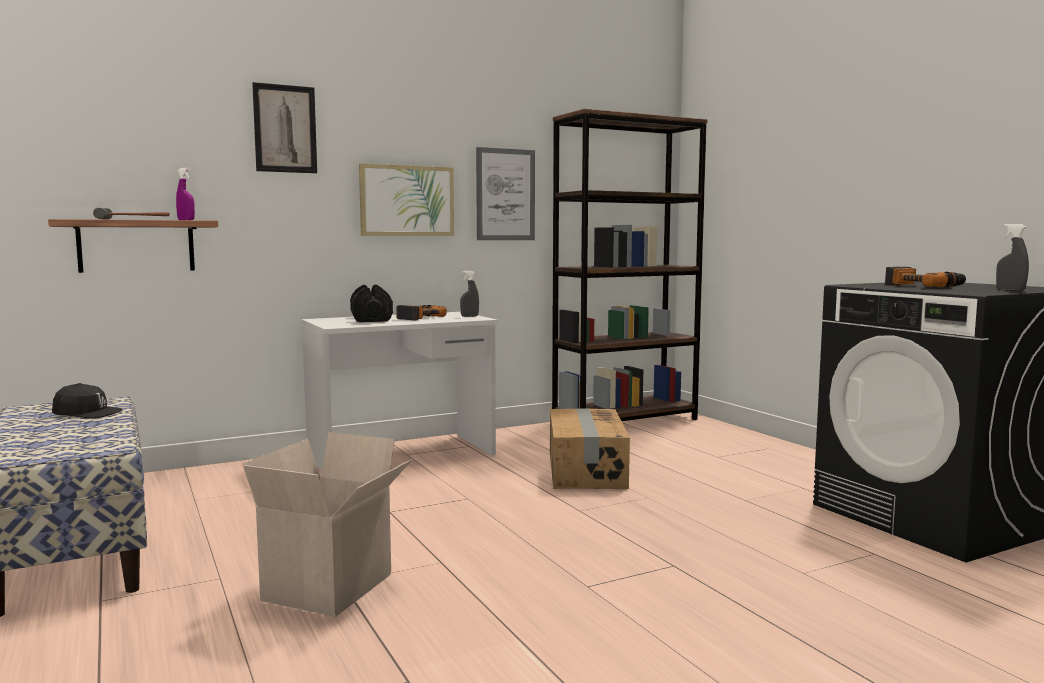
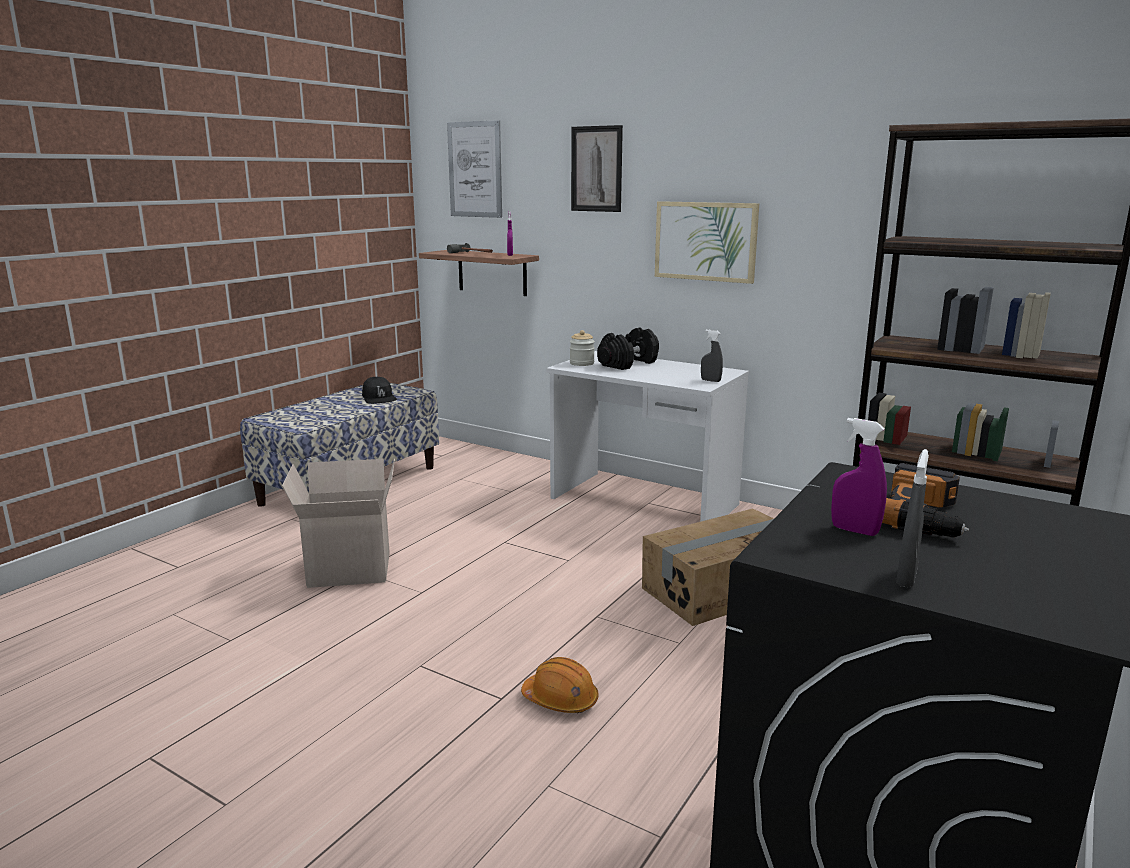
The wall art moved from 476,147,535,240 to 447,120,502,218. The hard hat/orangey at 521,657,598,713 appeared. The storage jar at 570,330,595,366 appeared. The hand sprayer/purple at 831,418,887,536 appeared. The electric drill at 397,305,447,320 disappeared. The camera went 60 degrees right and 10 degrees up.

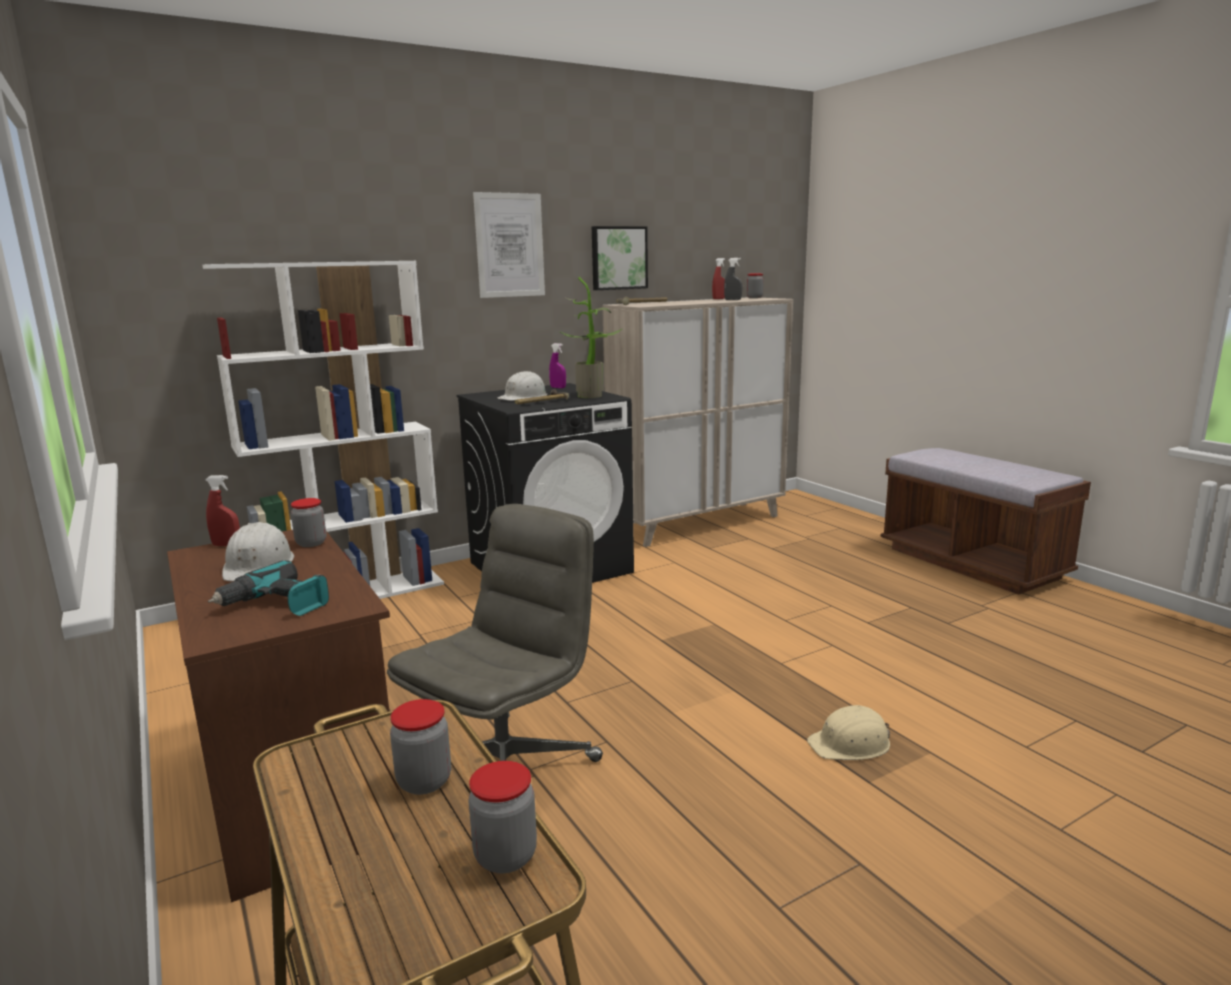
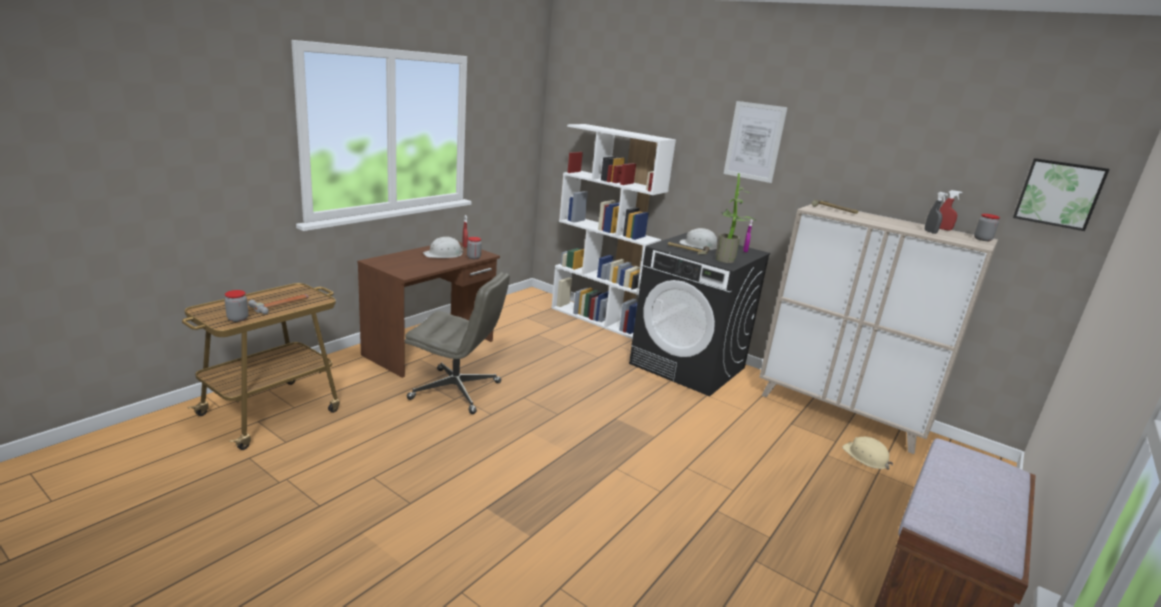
The storage jar at 390,699,451,795 was replaced by the tool hammer at 248,294,309,314. The hard hat/beige moved from 807,705,890,760 to 842,437,893,470. The wall art moved from 592,226,648,290 to 1013,158,1110,231. The electric drill at 208,560,329,616 disappeared. The camera went 65 degrees right and 5 degrees up.

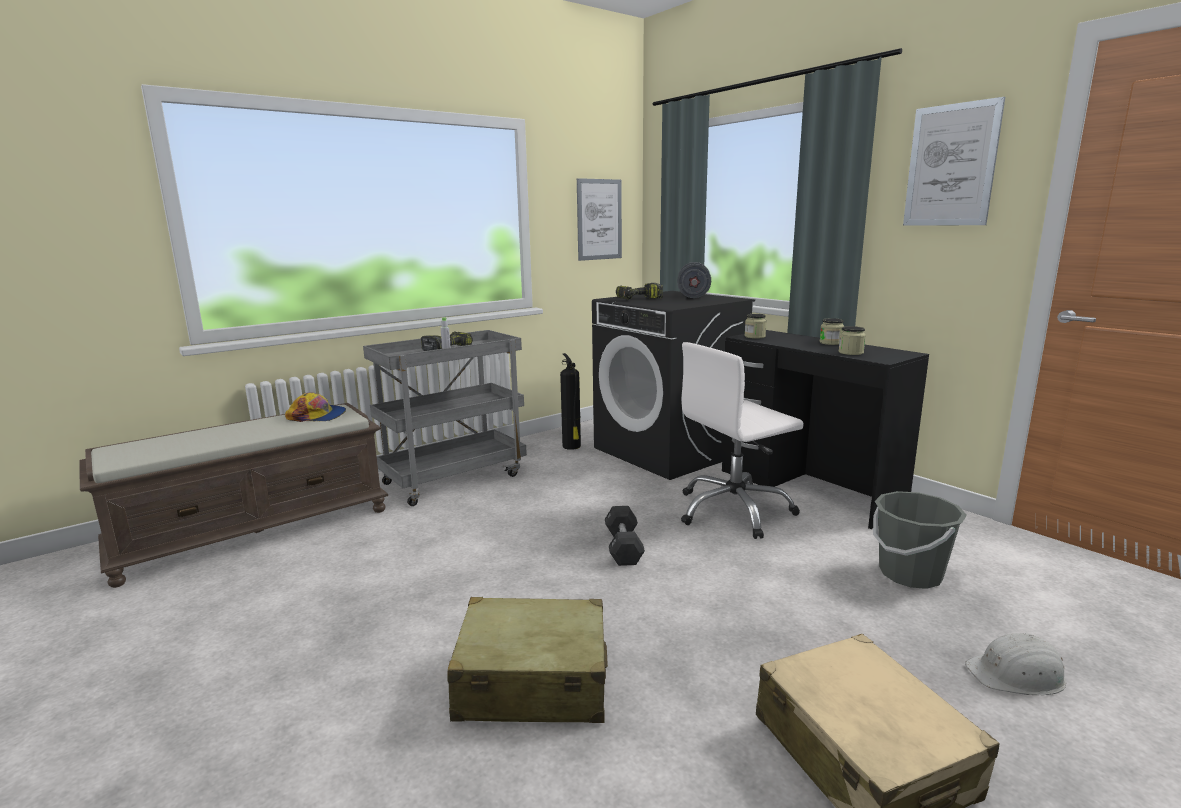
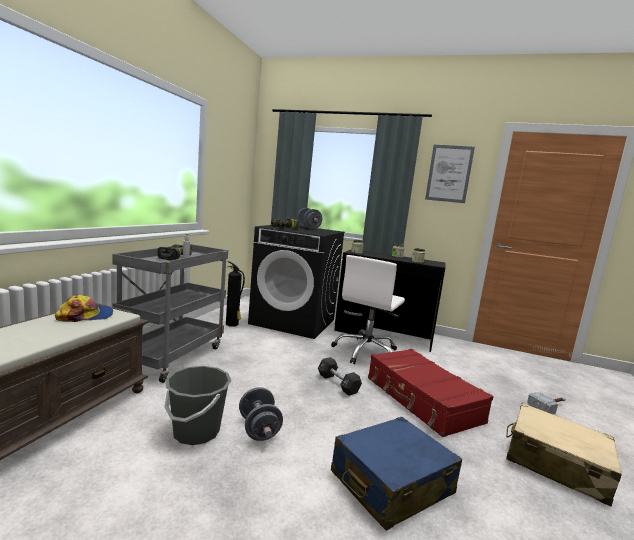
The bucket/gray moved from 873,491,967,589 to 164,366,231,445. The dumbbell/gray at 239,387,283,441 appeared. The travel case/beige at 447,597,608,723 became the travel case/bluish at 331,417,462,531. The travel case/red at 368,349,494,437 appeared. The hard hat/white at 965,633,1066,695 was replaced by the tool hammer at 527,392,566,414. The wall art at 577,178,622,261 disappeared. The camera went 35 degrees left and 5 degrees down.

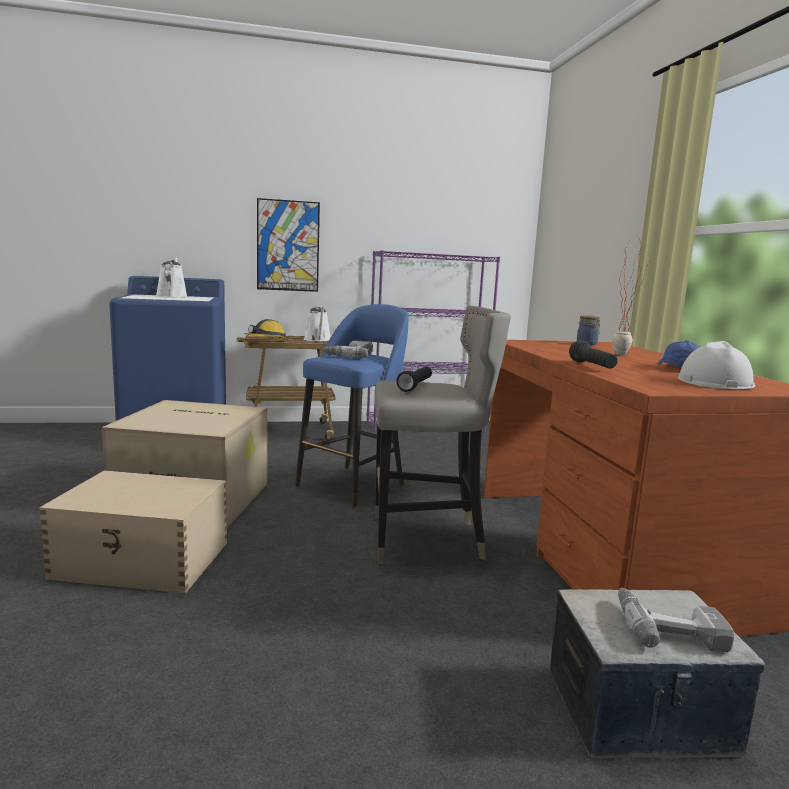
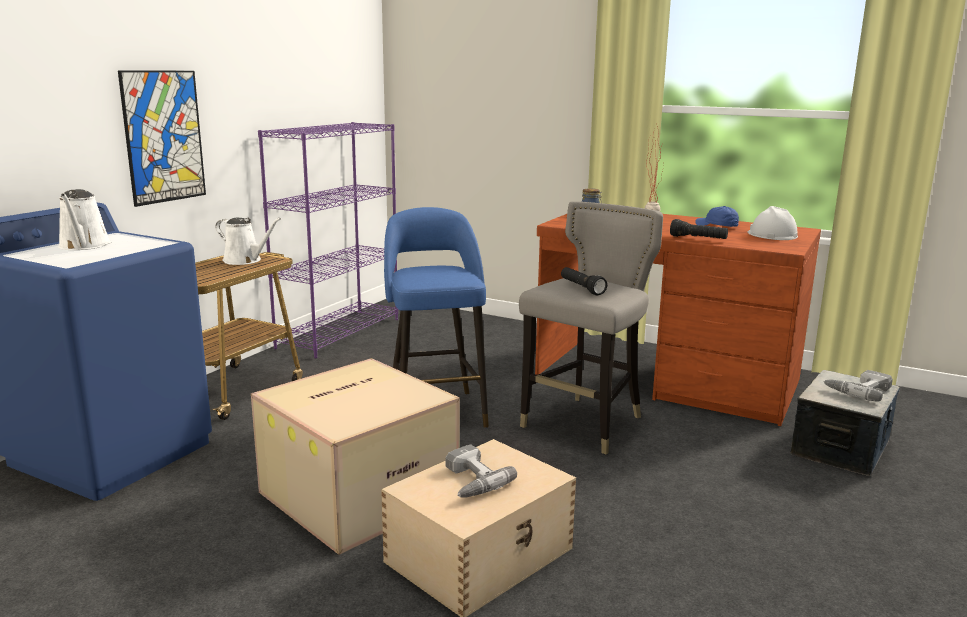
The sprinkling can/white at 156,257,187,298 turned 135 degrees counterclockwise. The electric drill moved from 322,341,373,358 to 446,445,517,498. The hard hat at 244,319,288,340 disappeared. The camera went 50 degrees left and 5 degrees up.

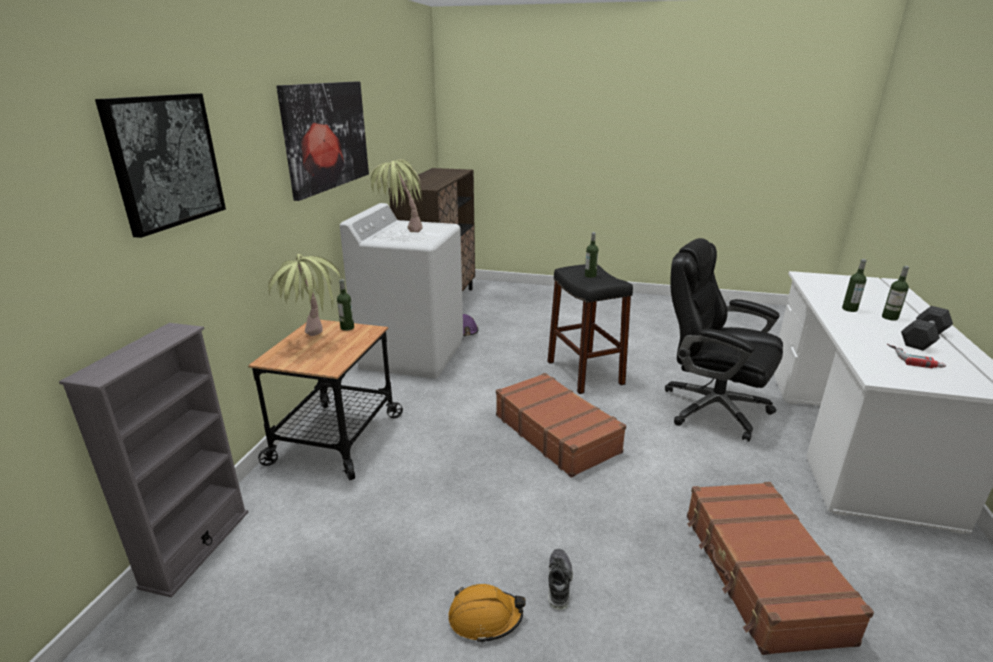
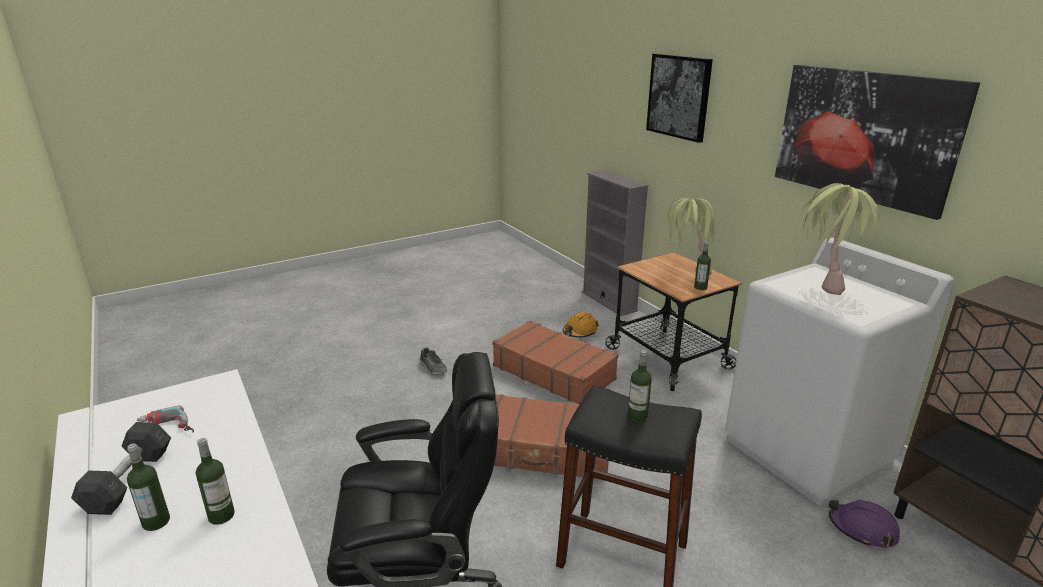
The travel case/brown-coloured moved from 687,482,874,655 to 492,321,618,404. The hard hat/orangey moved from 448,584,526,643 to 562,312,599,338. The camera went 135 degrees right and 0 degrees up.

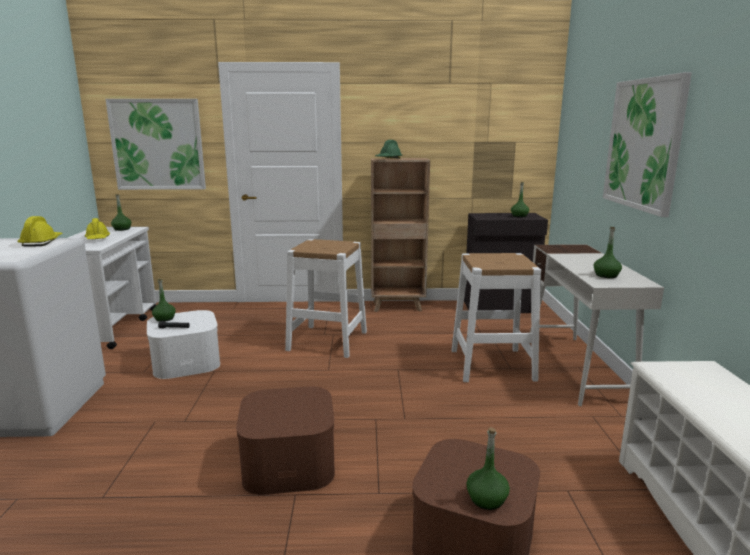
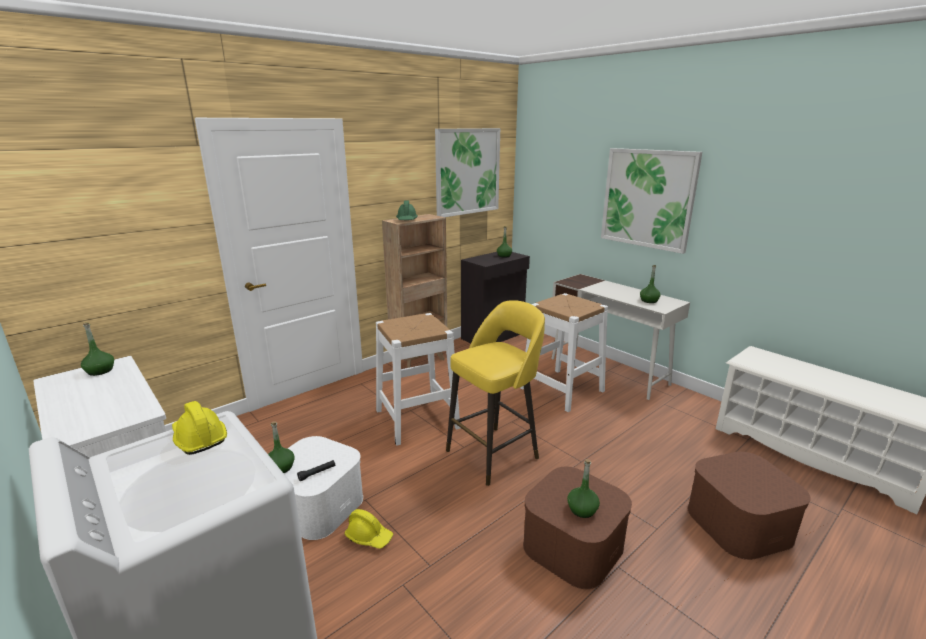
The hard hat/yellowish moved from 85,218,110,239 to 345,509,393,549. The wall art moved from 105,99,206,190 to 435,128,500,217. The sitting stool/yellowish at 446,300,545,486 appeared. The bottle/greenish moved from 466,427,510,510 to 567,459,600,518. The camera went 40 degrees left and 5 degrees up.

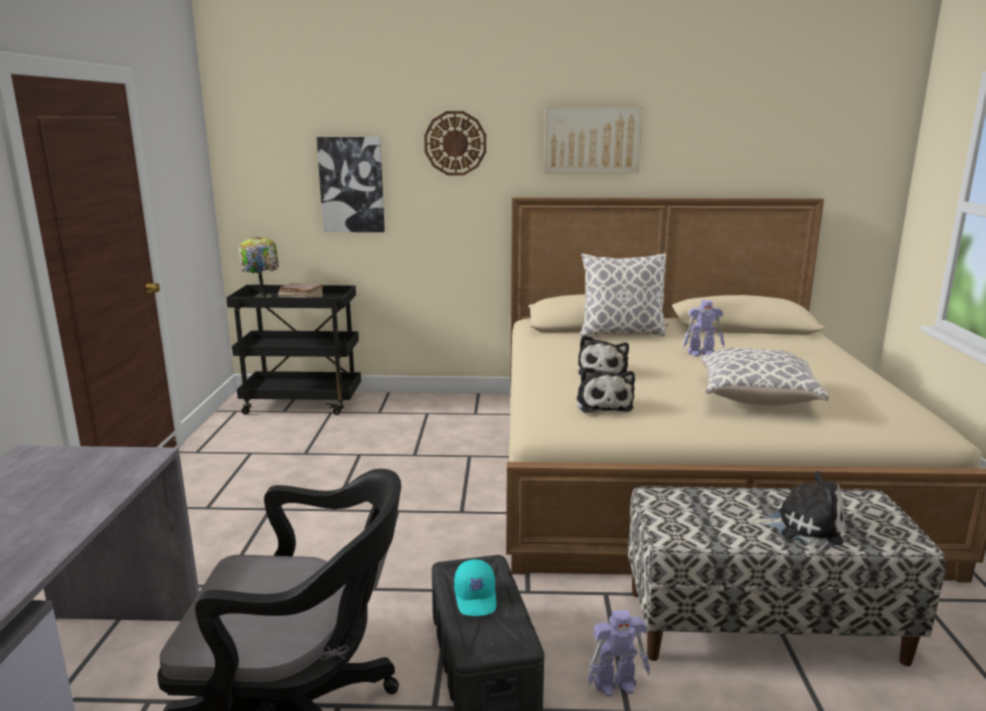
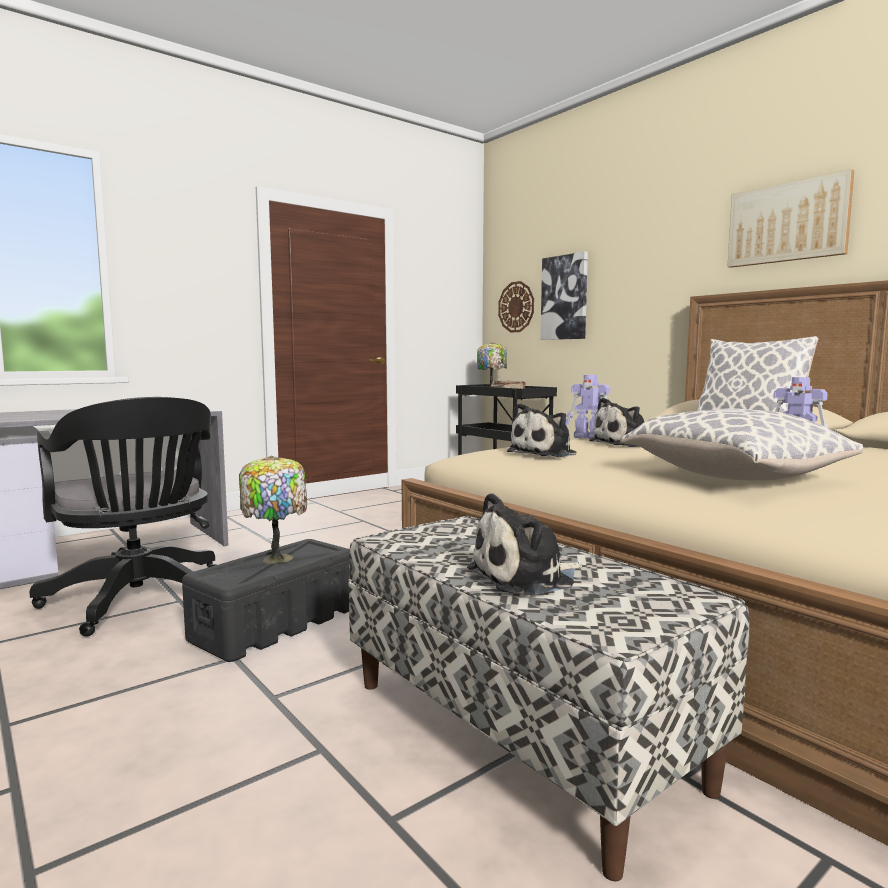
The peaked cap/turquoise-coloured at 454,559,497,616 was replaced by the lamp for a table at 239,456,307,564. The plush toy at 751,471,844,546 turned 90 degrees clockwise. The clock on the wall moved from 424,111,486,176 to 498,281,534,333. The robot figure moved from 587,609,650,697 to 565,375,610,439. The camera went 50 degrees right and 10 degrees down.

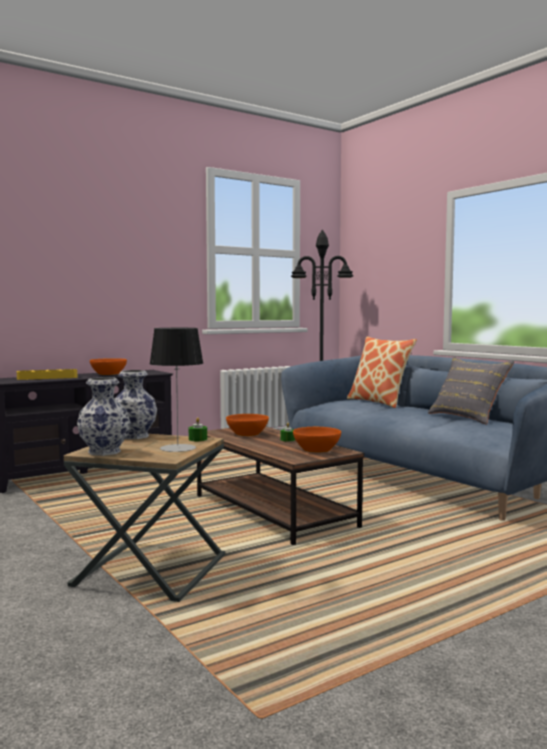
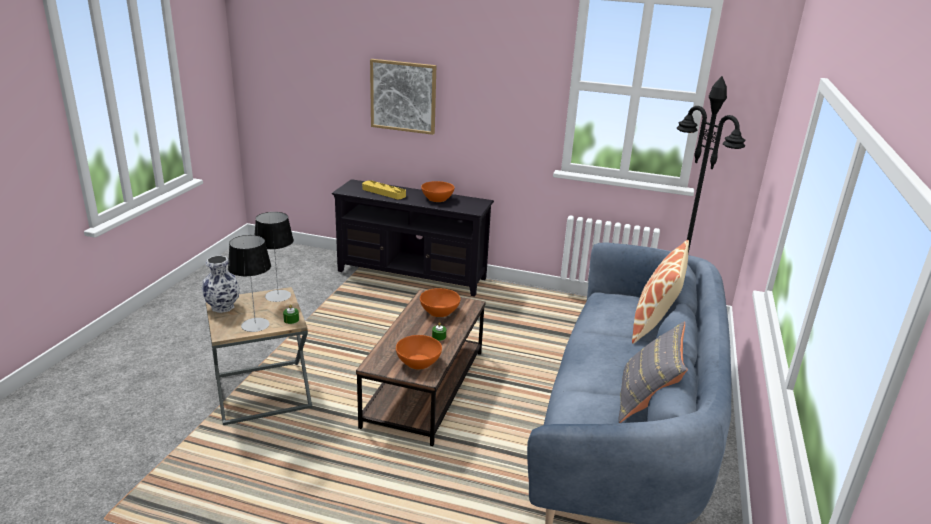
The vase at 115,370,157,439 was replaced by the lamp for a table at 255,212,294,302. The wall art at 370,59,436,135 appeared. The camera went 50 degrees right and 20 degrees up.

